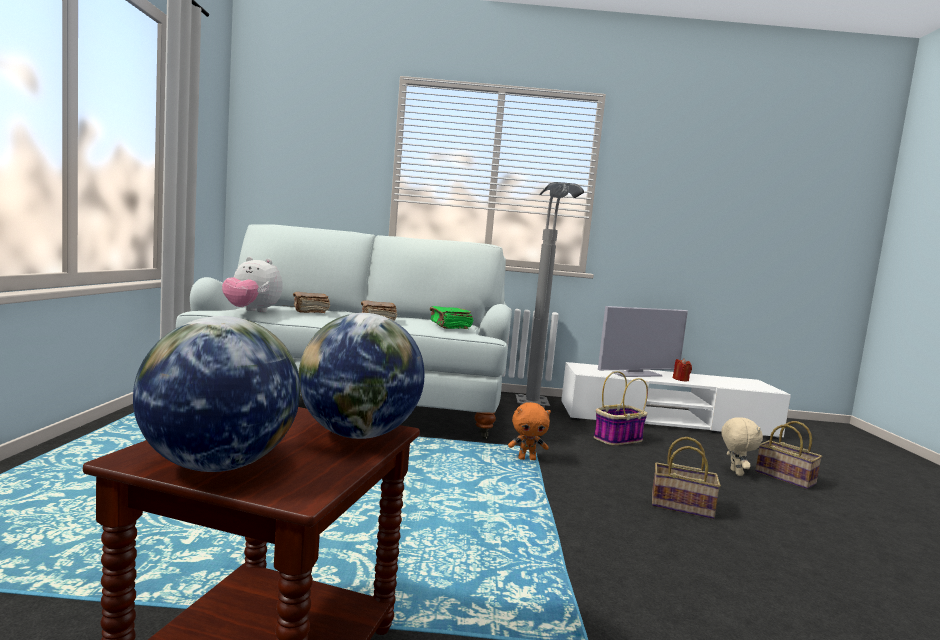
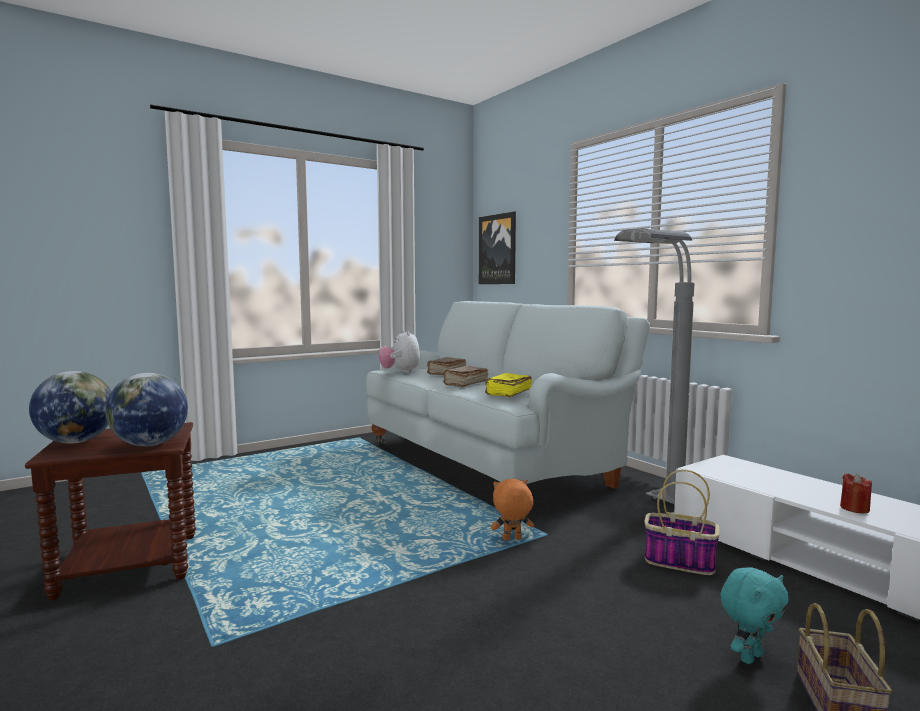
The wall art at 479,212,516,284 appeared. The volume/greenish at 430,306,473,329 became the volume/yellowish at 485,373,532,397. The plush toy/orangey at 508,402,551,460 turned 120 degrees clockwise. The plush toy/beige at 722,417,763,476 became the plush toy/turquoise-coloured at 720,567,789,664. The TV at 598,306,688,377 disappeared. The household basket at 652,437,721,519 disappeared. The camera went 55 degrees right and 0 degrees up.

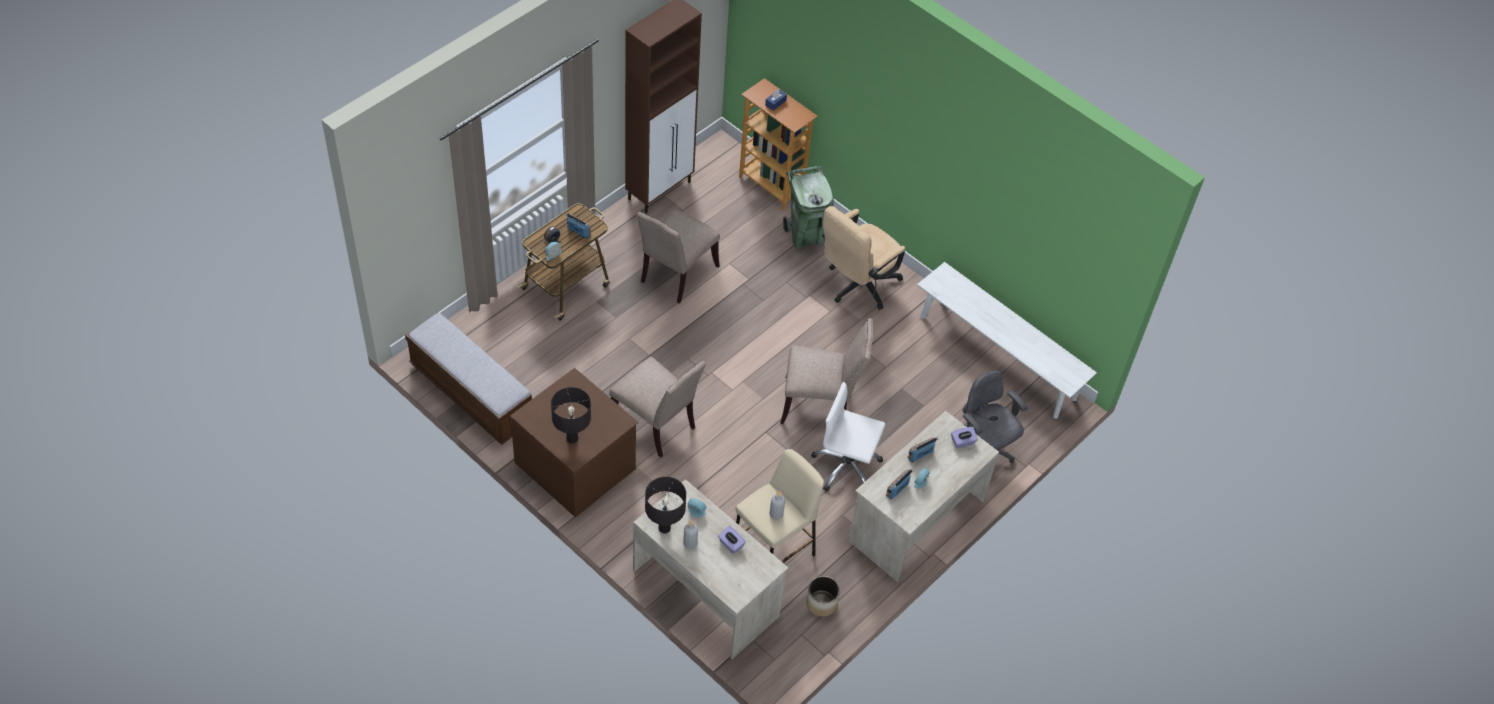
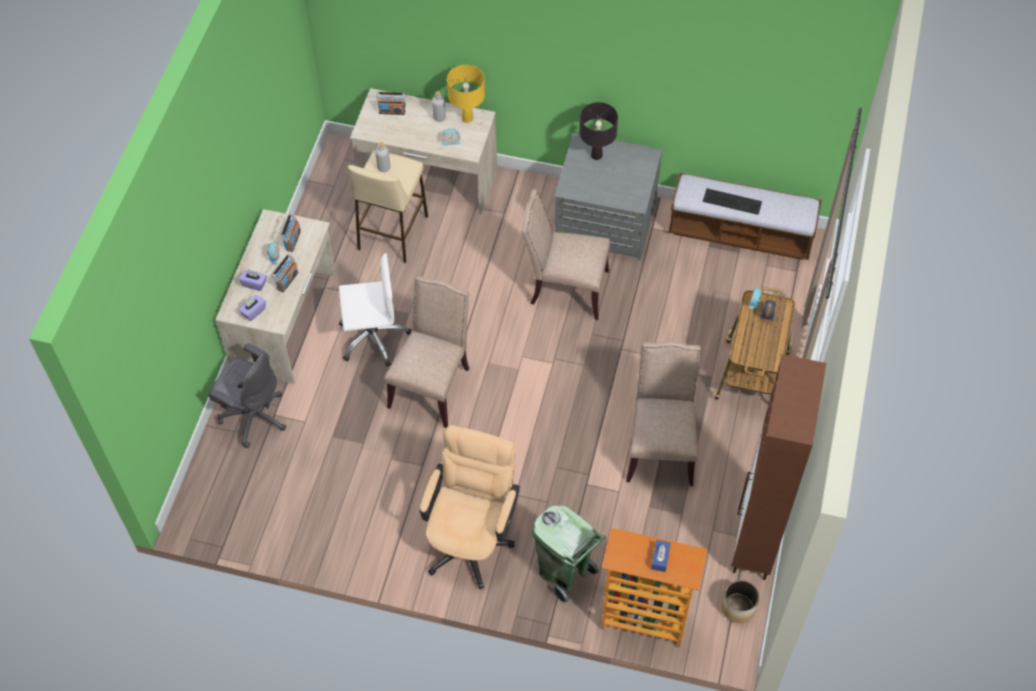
The tissue holder/purple moved from 718,526,746,554 to 239,270,267,291. The radio set moved from 565,213,591,239 to 377,92,405,115. The upright chair/beige at 780,318,873,424 turned 135 degrees clockwise. The lamp for a table/black at 645,477,686,533 became the lamp for a table/yellowish at 447,65,485,123. The drawer chest/brown-coloured at 510,368,639,517 became the drawer chest/gray at 554,133,662,260. The computer keyboard at 703,188,762,215 appeared. The flower pot moved from 806,576,840,617 to 722,580,759,623. The long seat/white at 917,262,1097,419 disappeared. The camera went 155 degrees right and 5 degrees up.

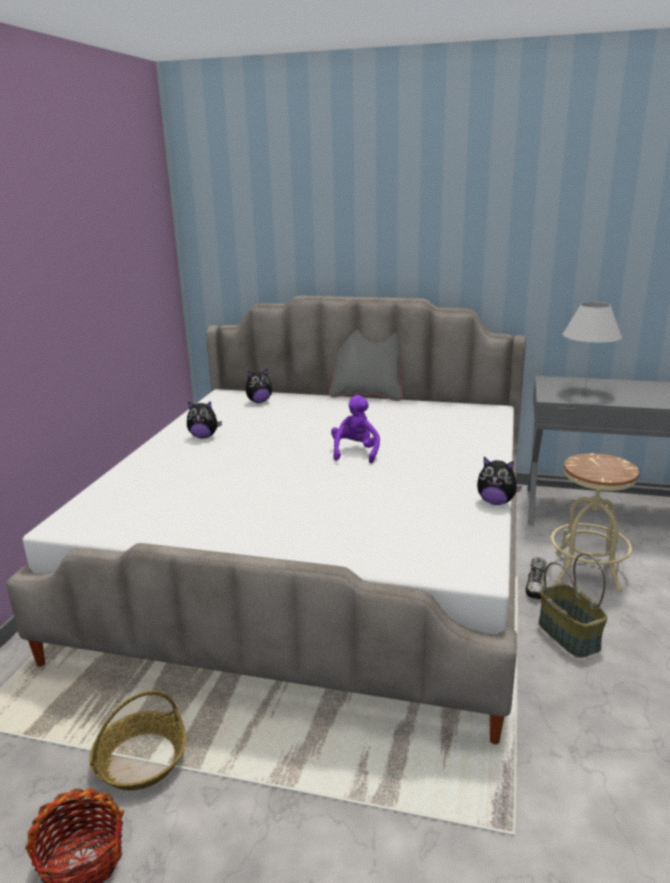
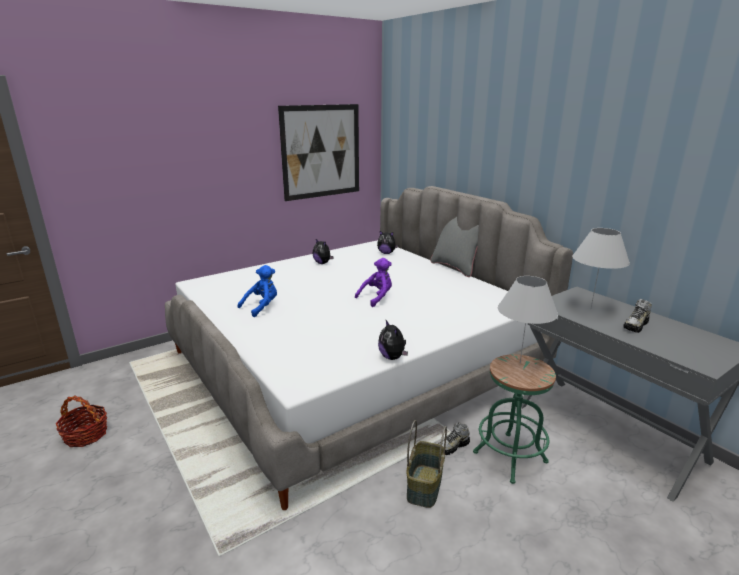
The plush toy/bluish at 237,265,277,317 appeared. The wall art at 278,104,359,201 appeared. The sitting stool/beige at 551,453,639,592 became the sitting stool/greenish at 473,354,556,484. The lamp for a table/white at 498,276,558,363 appeared. The low shoe at 624,299,652,333 appeared. The household basket at 89,691,186,791 disappeared. The camera went 40 degrees right and 0 degrees up.

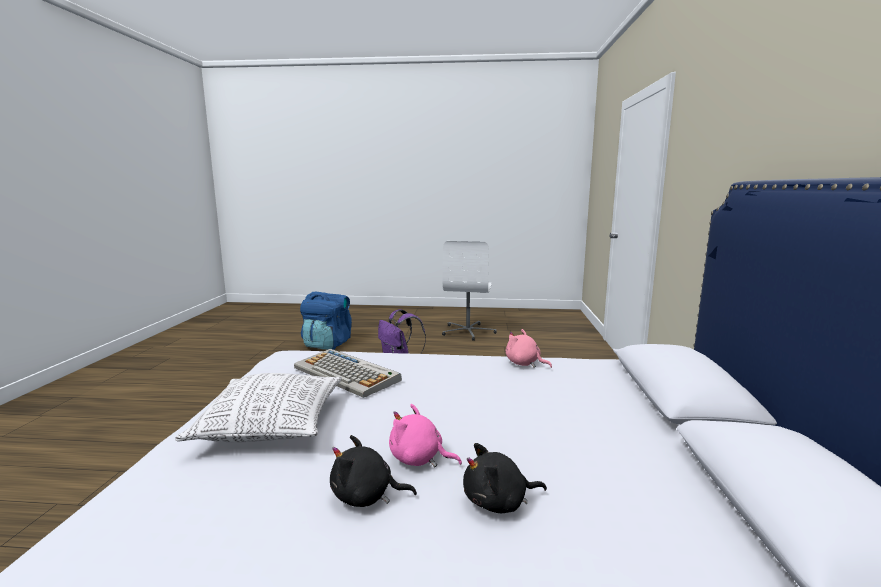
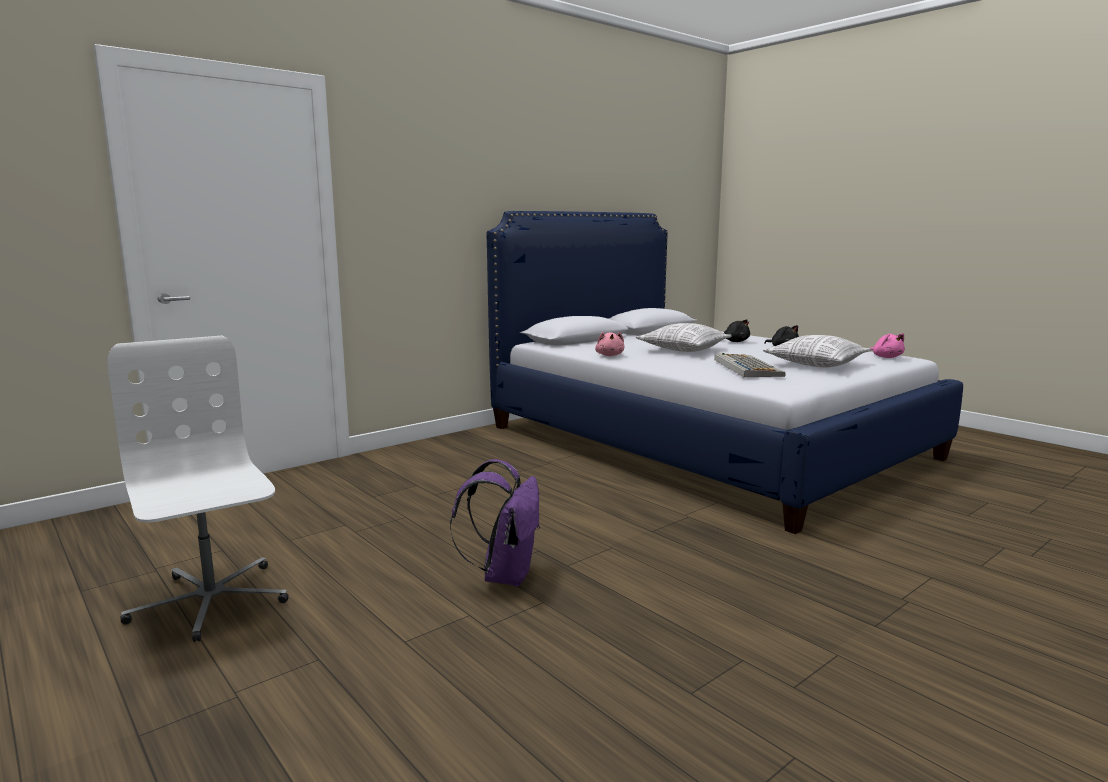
The office chair/white at 442,241,497,341 turned 90 degrees counterclockwise. The throw pillow at 636,323,732,352 appeared. The plush toy/pinkish moved from 389,404,462,467 to 870,333,905,358. The rucksack/bluish at 300,292,352,350 disappeared. The camera went 135 degrees left and 0 degrees up.

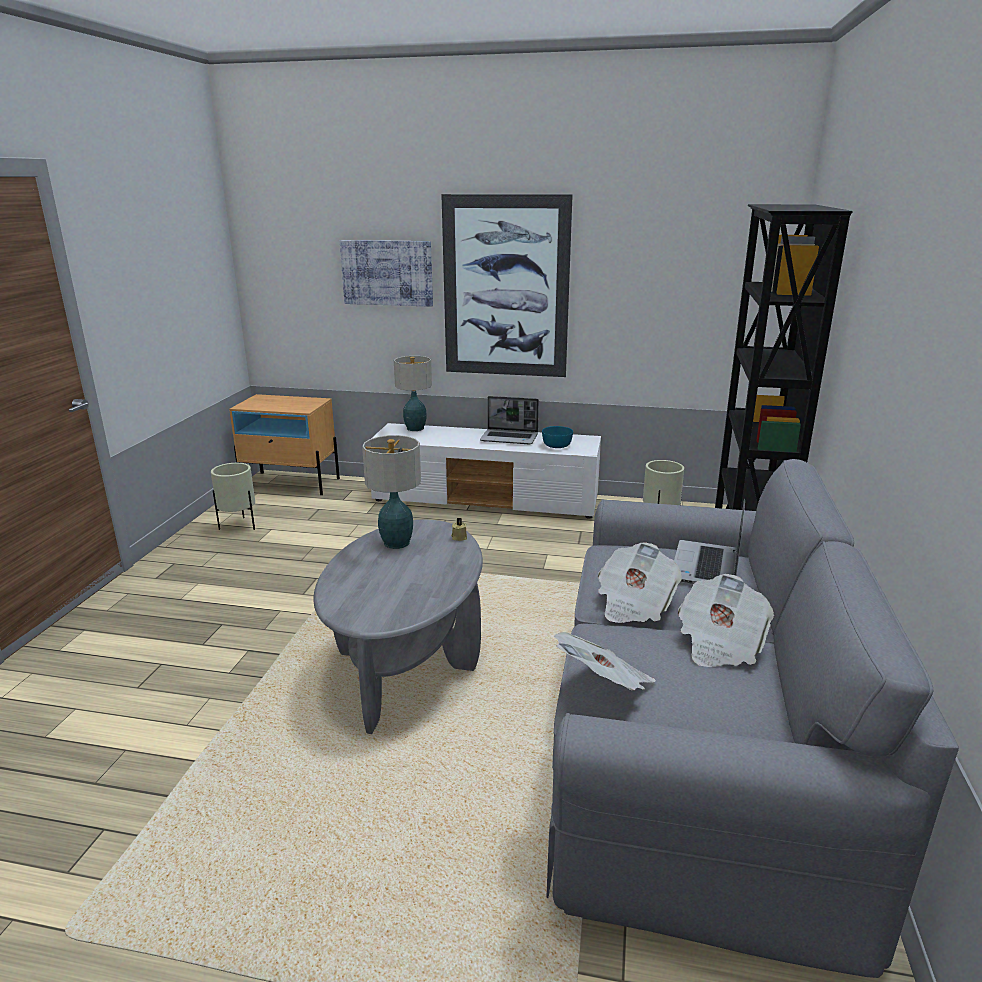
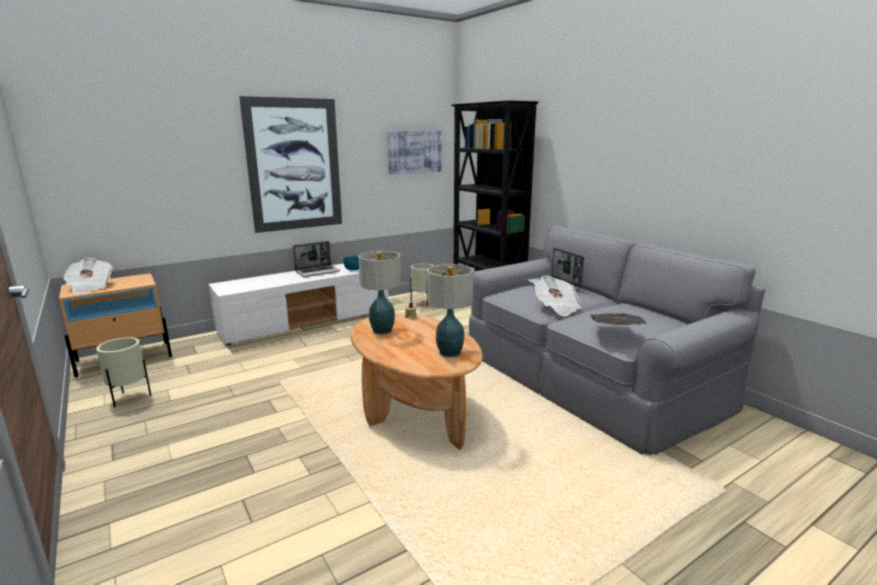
The printed paper moved from 678,574,774,667 to 63,258,113,294. The low table/gray at 313,520,483,734 became the low table/brown-coloured at 350,313,483,450. The wall art moved from 340,240,433,307 to 387,131,441,174. The lamp for a table moved from 394,356,432,431 to 427,264,473,357. The camera went 45 degrees left and 5 degrees down.

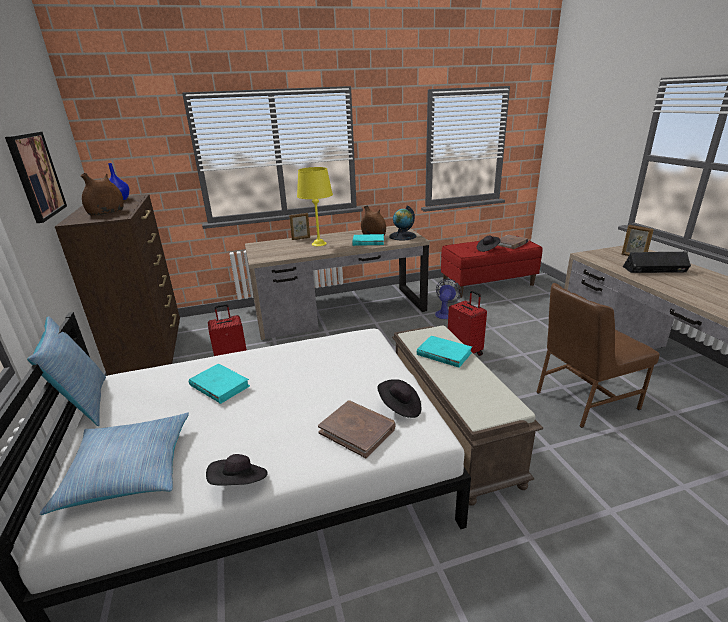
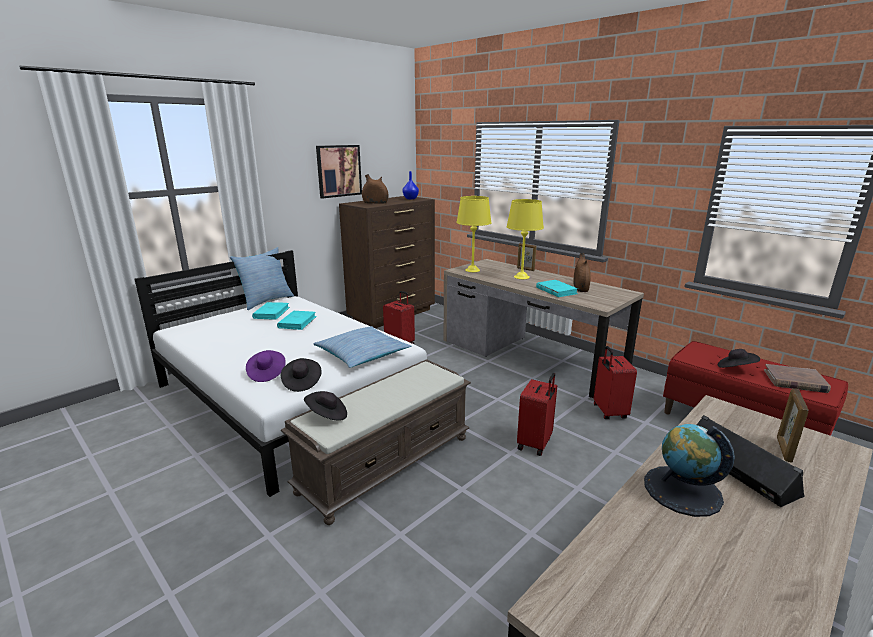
The volume/brown-coloured at 318,400,396,458 was replaced by the hat/purple at 246,350,286,382. The volume/turquoise-coloured moved from 417,336,472,368 to 252,302,290,320. The hat/black moved from 206,454,268,486 to 304,391,347,420. The throw pillow moved from 40,413,189,515 to 314,326,411,368. The lamp for a table/yellowish at 456,196,492,272 appeared. The cooling fan at 435,279,462,319 was replaced by the travel case/red at 594,346,637,419. The world globe moved from 389,205,416,240 to 644,424,735,517. The upright chair/brown-coloured at 536,283,660,428 disappeared. The camera went 60 degrees right and 5 degrees down.

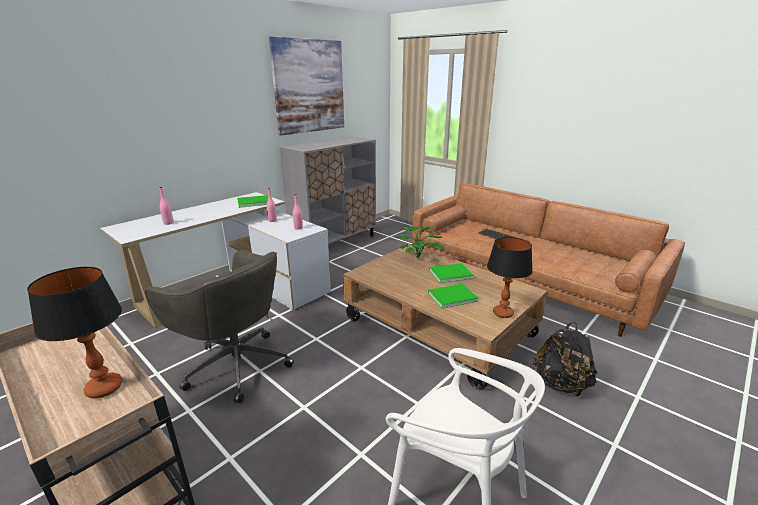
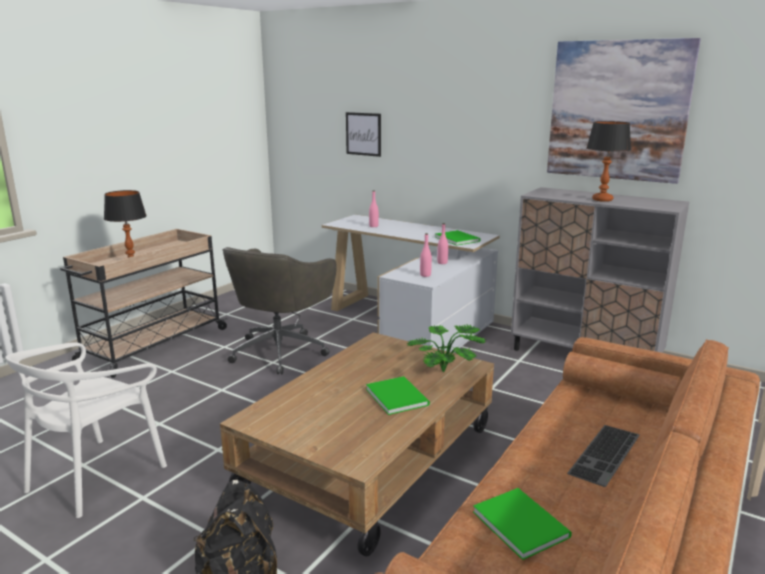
The wall art at 346,112,381,157 appeared. The volume/greenish moved from 428,284,478,309 to 473,488,572,560. The lamp for a table moved from 487,237,533,318 to 586,121,631,202. The camera went 80 degrees right and 5 degrees down.

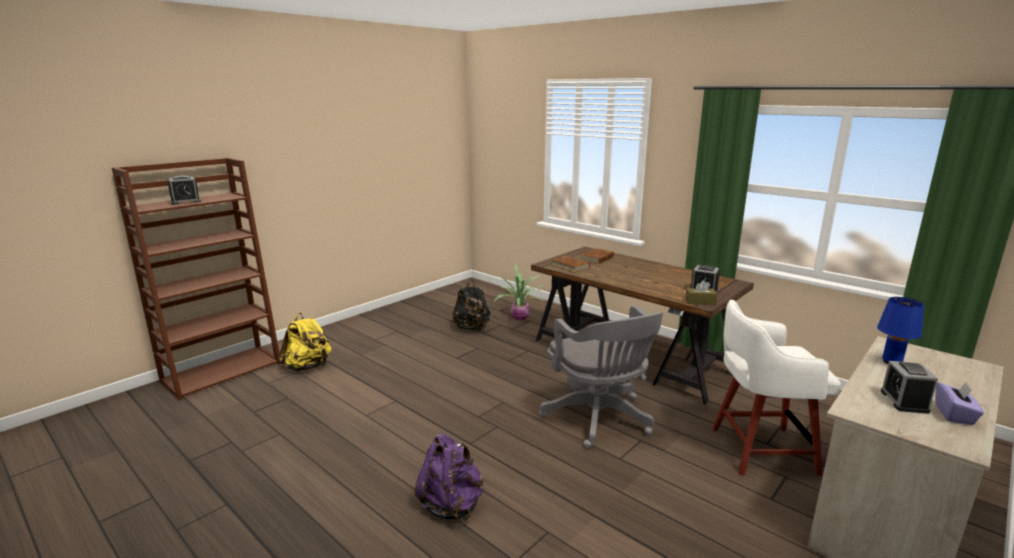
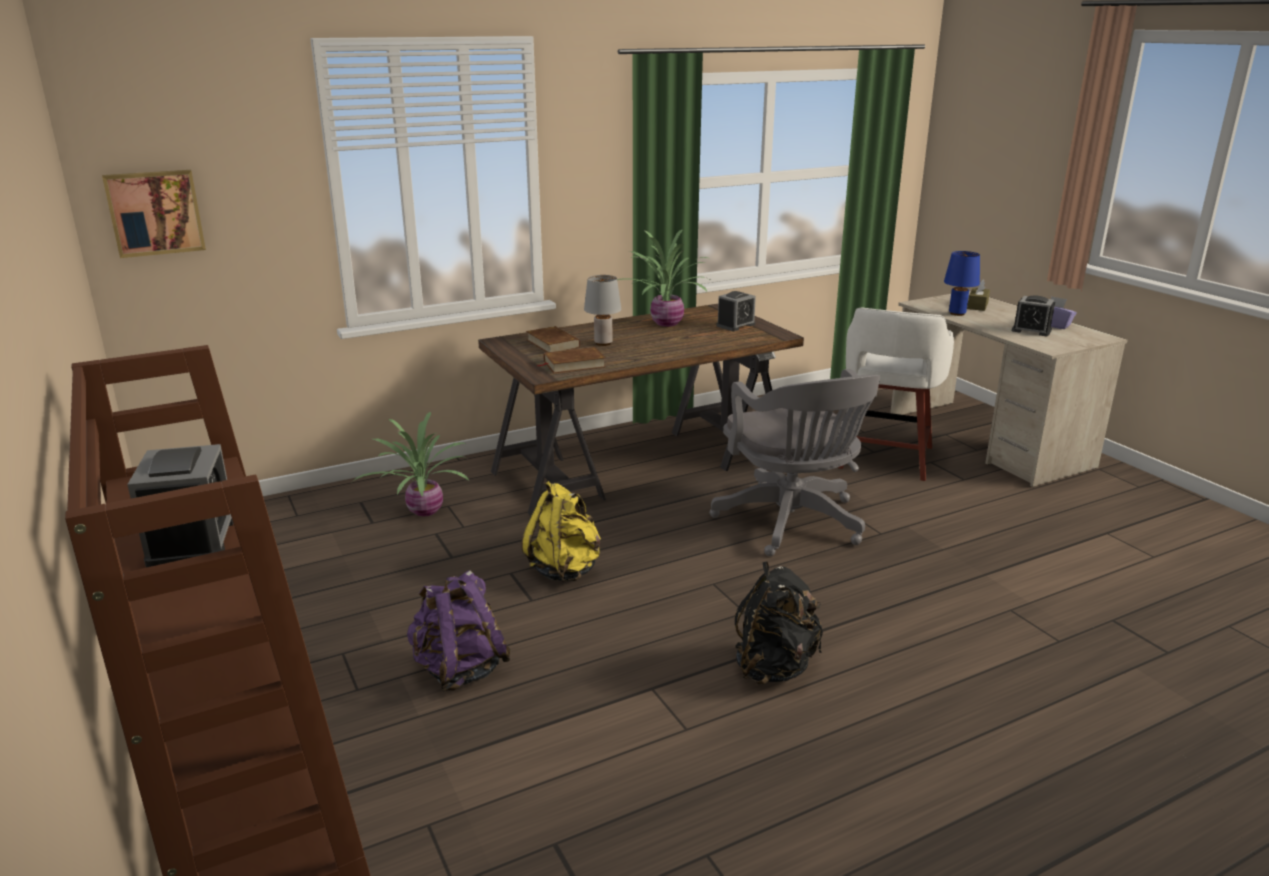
The wall art at 102,170,206,258 appeared. The rucksack/purple moved from 415,434,483,522 to 407,570,511,692. The rucksack/yellowish moved from 279,313,332,371 to 521,481,601,582. The lamp for a table/gray at 584,275,621,346 appeared. The potted plant at 617,230,709,327 appeared. The office chair/gray at 539,306,663,448 turned 75 degrees clockwise. The rucksack/black moved from 451,281,491,331 to 735,561,823,685. The tissue holder/brown-coloured moved from 685,280,718,305 to 967,280,990,311. The camera went 70 degrees left and 5 degrees up.

